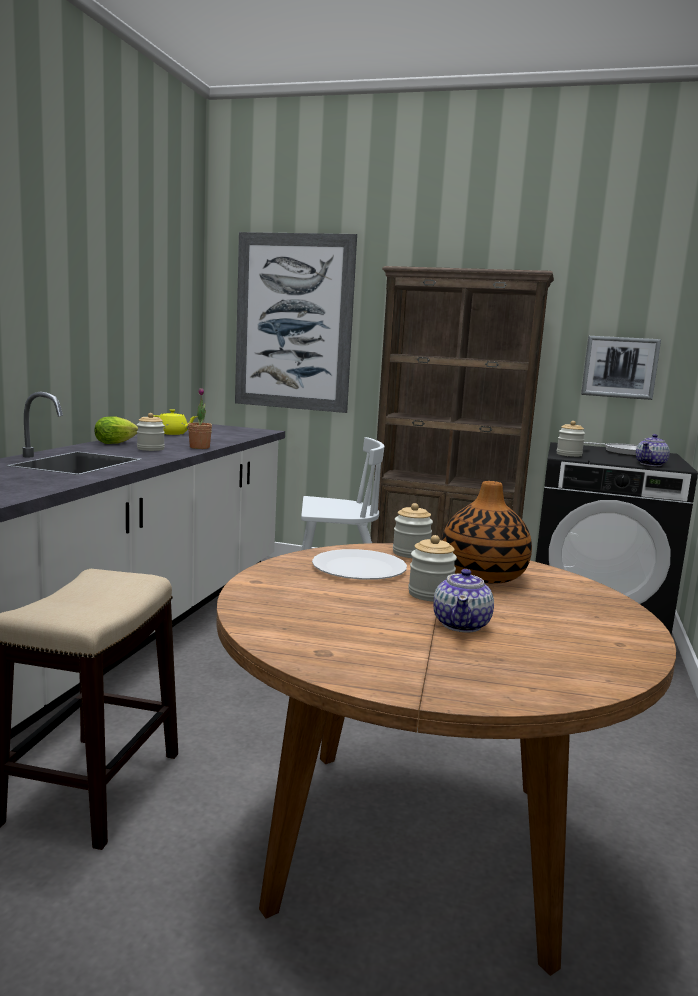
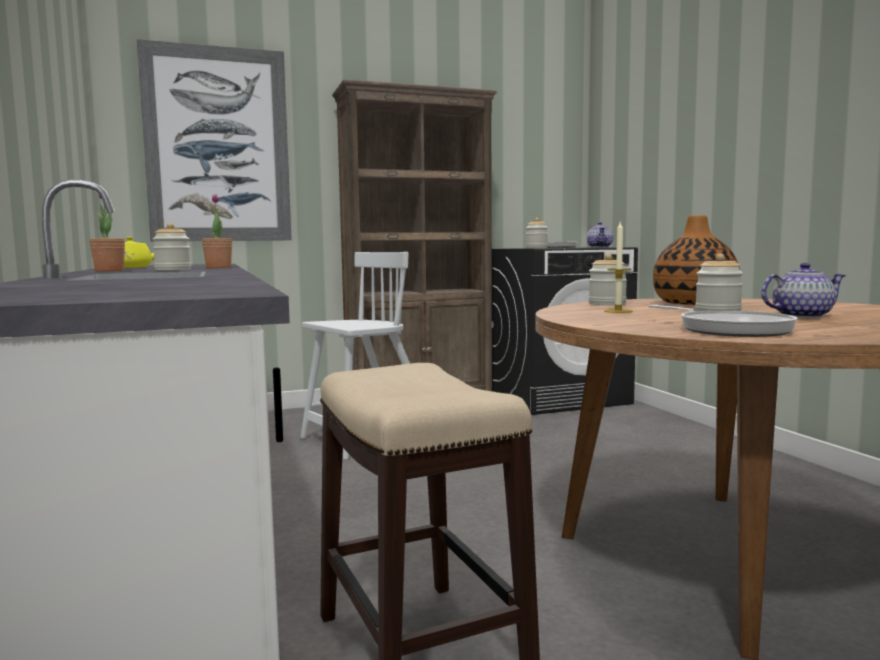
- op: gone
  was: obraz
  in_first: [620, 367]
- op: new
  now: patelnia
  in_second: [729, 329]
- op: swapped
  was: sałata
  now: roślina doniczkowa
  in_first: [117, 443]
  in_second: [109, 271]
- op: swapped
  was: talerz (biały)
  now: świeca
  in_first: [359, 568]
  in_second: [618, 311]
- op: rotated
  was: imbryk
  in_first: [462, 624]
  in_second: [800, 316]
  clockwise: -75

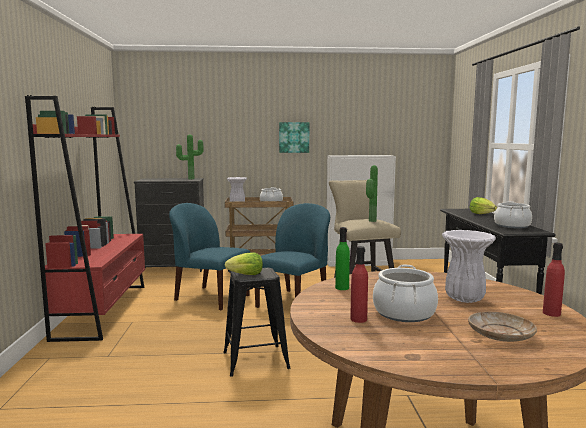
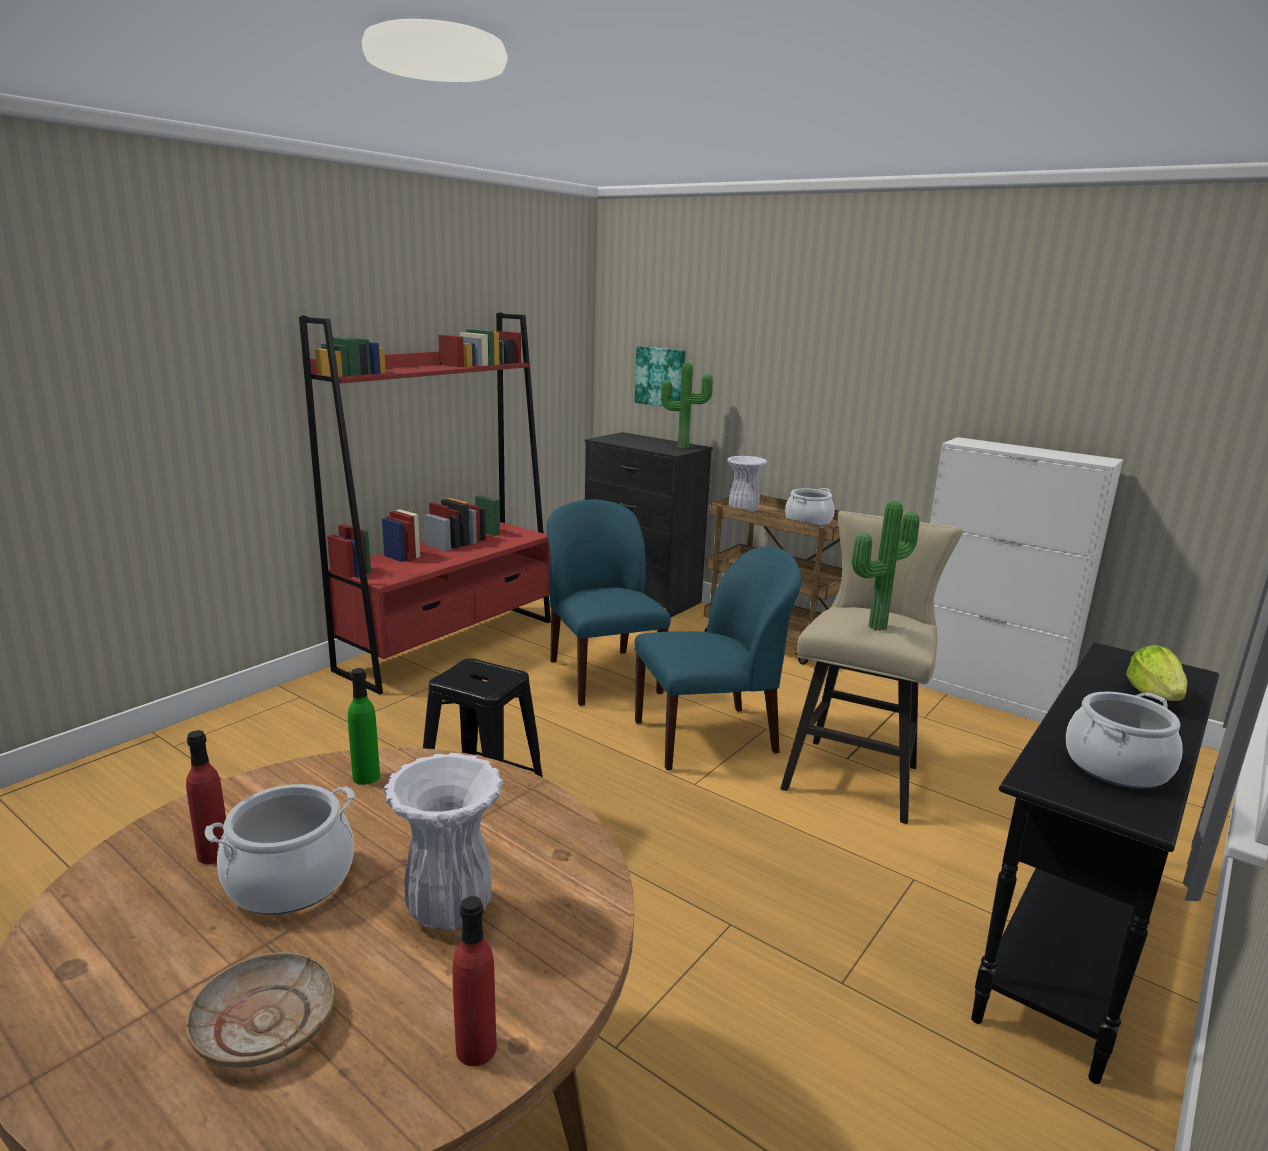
- op: gone
  was: sałata
  in_first: [246, 275]
- op: shifted
  was: obraz
  in_first: [294, 137]
  in_second: [661, 377]

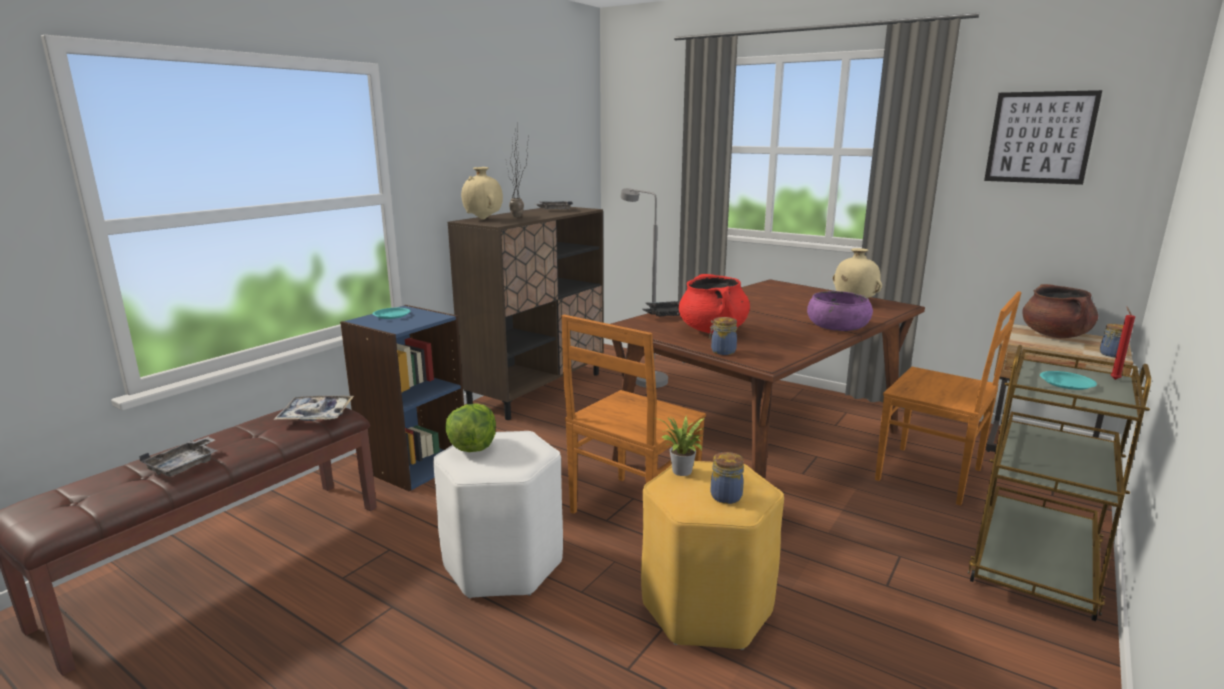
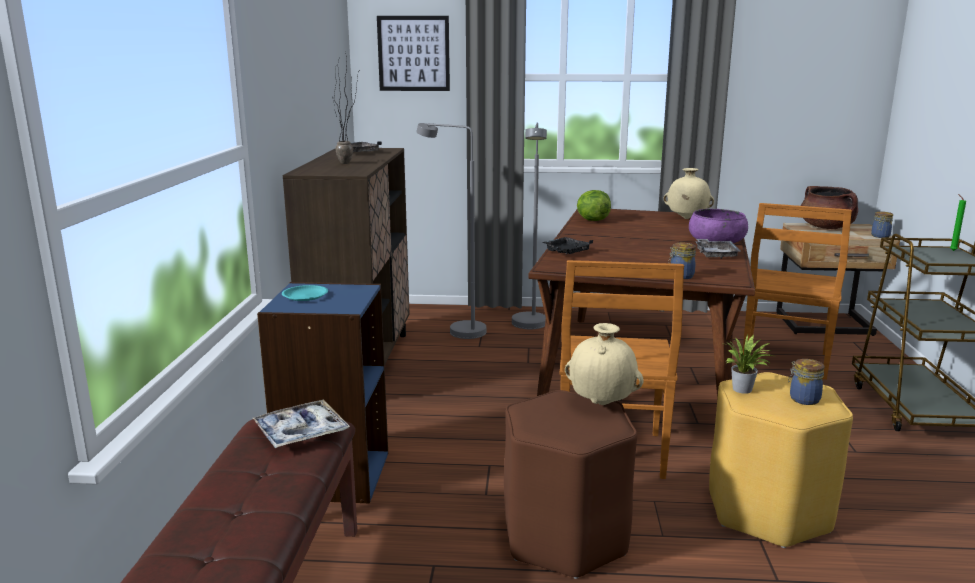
- op: gone
  was: garnek (czerwony)
  in_first: [713, 330]
- op: gone
  was: talerz (turkusowy)
  in_first: [1067, 383]
- op: new
  now: lampa stojąca (szary)
  in_second: [530, 327]
- op: shifted
  was: taca (szary)
  in_first: [185, 465]
  in_second: [715, 254]
- op: shifted
  was: sałata
  in_first: [472, 447]
  in_second: [592, 220]
- op: shifted
  was: wazon (beżowy)
  in_first: [483, 219]
  in_second: [602, 403]
- op: shifted
  was: obraz
  in_first: [1040, 137]
  in_second: [413, 53]
- op: repainted
  was: stołek (biały)
  now: stołek (brązowy)
  in_first: [504, 563]
  in_second: [565, 537]
- op: repainted
  was: świeca (czerwony)
  now: świeca (zielony)
  in_first: [1114, 379]
  in_second: [952, 250]
- op: rotated
  was: krzesło (brązowy)
  in_first: [932, 475]
  in_second: [784, 361]
  clockwise: 105

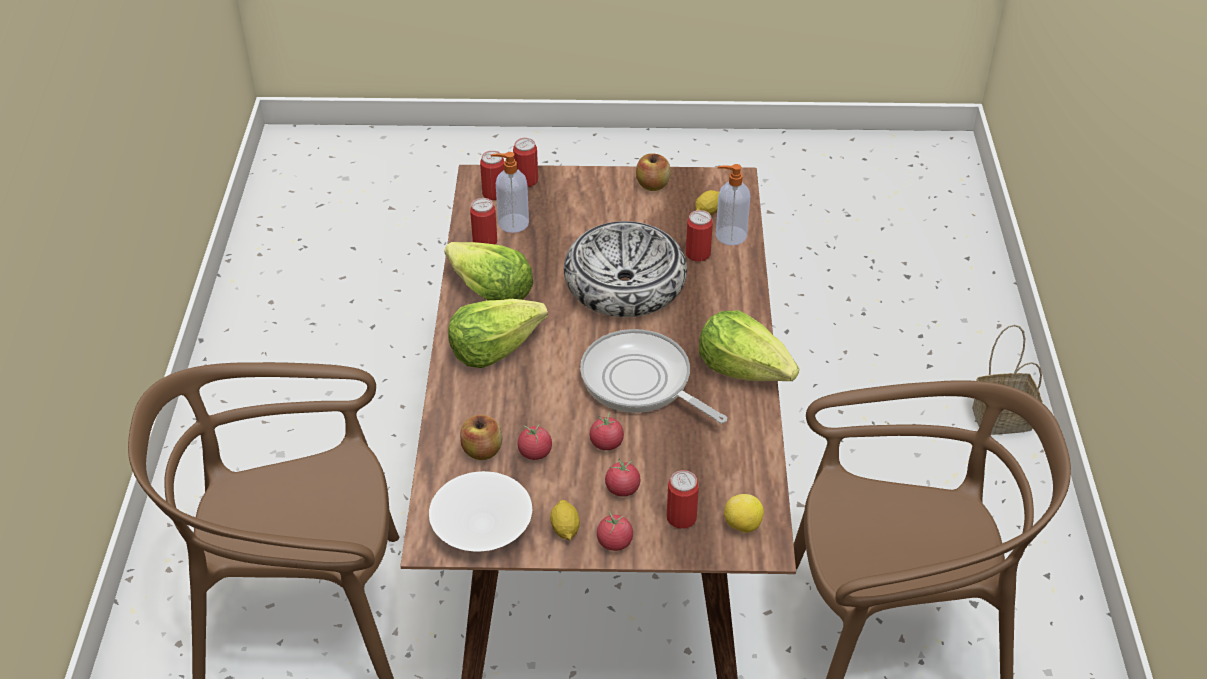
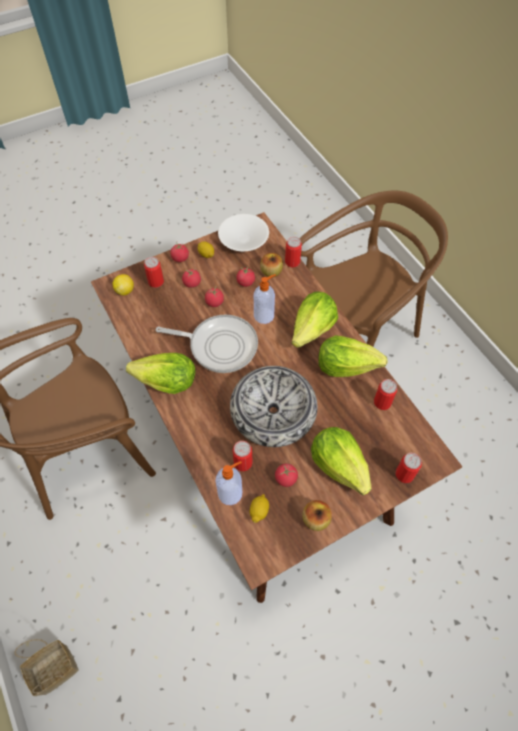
- op: new
  now: pomidor
  in_second: [286, 478]
- op: new
  now: sałata
  in_second: [340, 465]
- op: shifted
  was: puszka
  in_first: [494, 193]
  in_second: [292, 262]
- op: shifted
  was: dozownik mydła
  in_first: [512, 223]
  in_second: [264, 315]

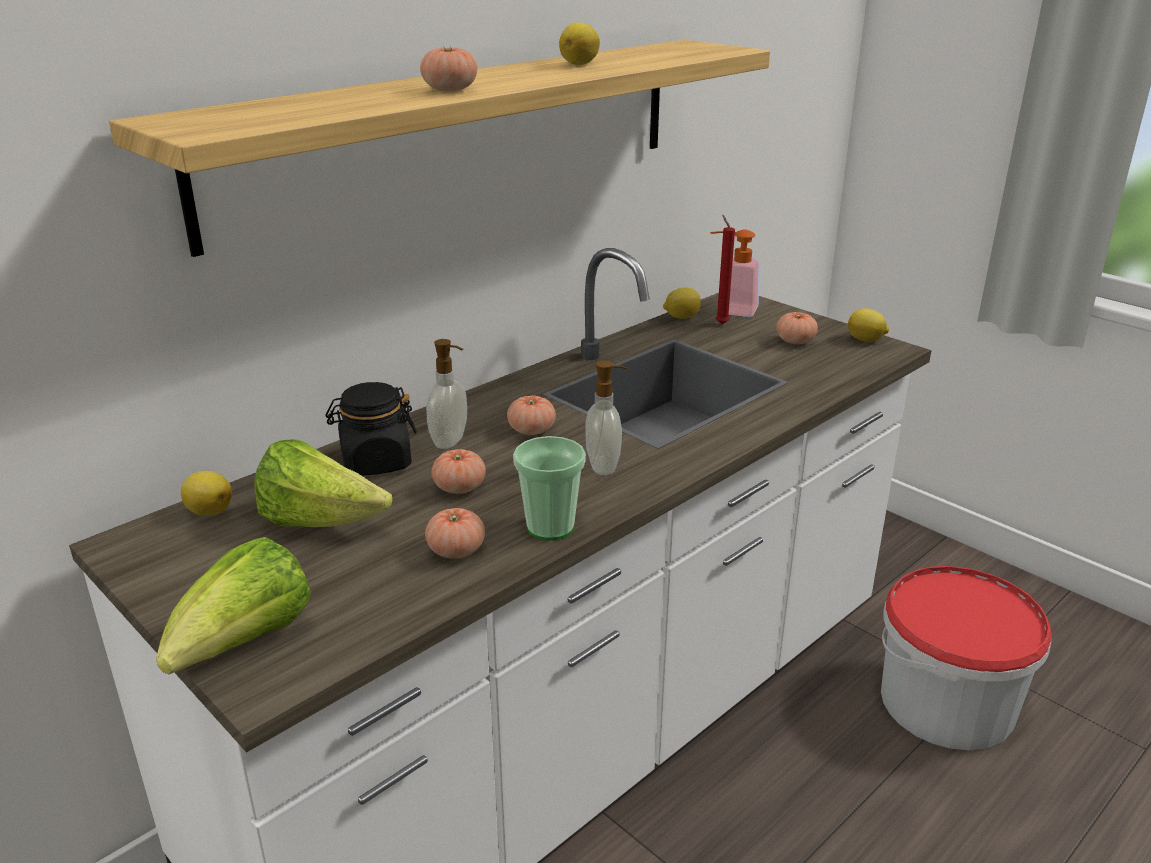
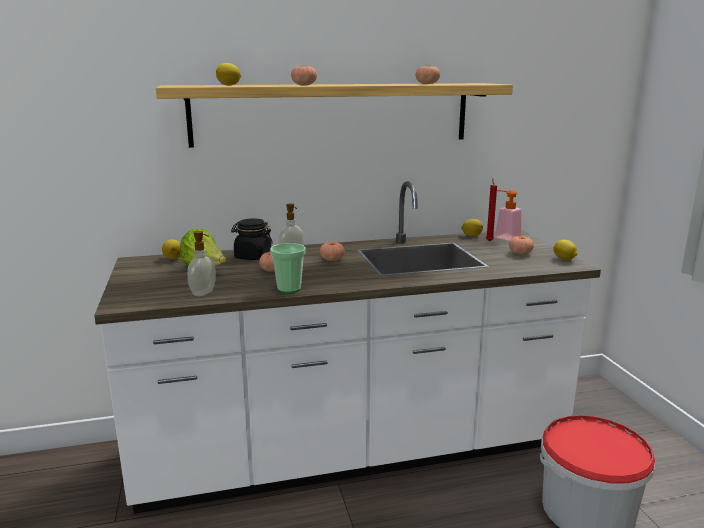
- op: gone
  was: sałata
  in_first: [245, 645]
- op: shifted
  was: pomidor
  in_first: [456, 550]
  in_second: [427, 83]
- op: shifted
  was: cytryna
  in_first: [580, 64]
  in_second: [229, 85]
- op: shifted
  was: dozownik mydła
  in_first: [604, 466]
  in_second: [204, 293]

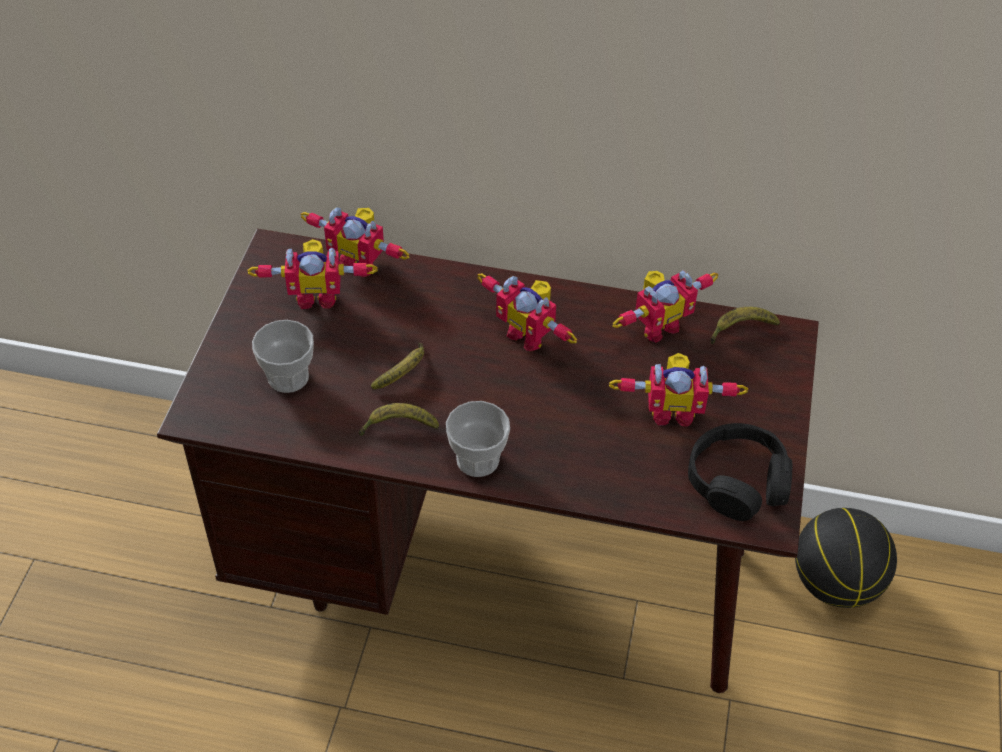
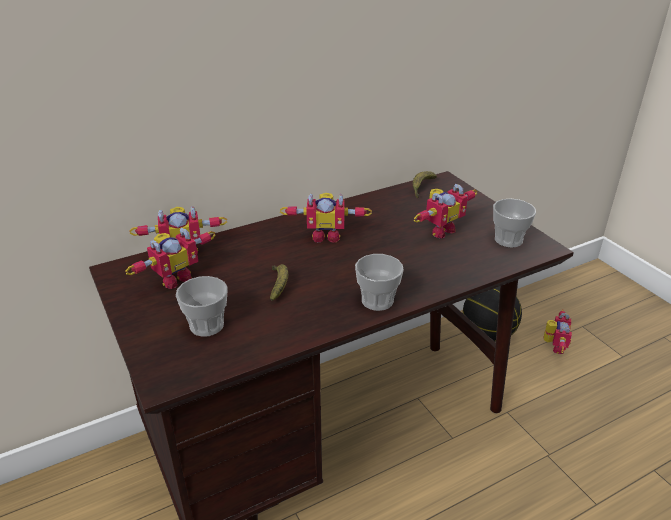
- op: gone
  was: banan
  in_first: [398, 426]
- op: shifted
  was: robot zabawkowy
  in_first: [657, 325]
  in_second: [553, 346]
- op: swapped
  was: słuchawki (czarny)
  now: filiżanka
  in_first: [738, 481]
  in_second: [508, 240]

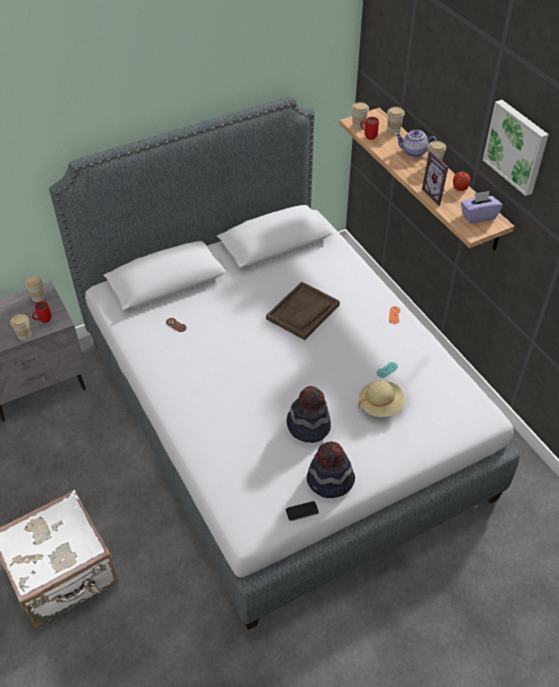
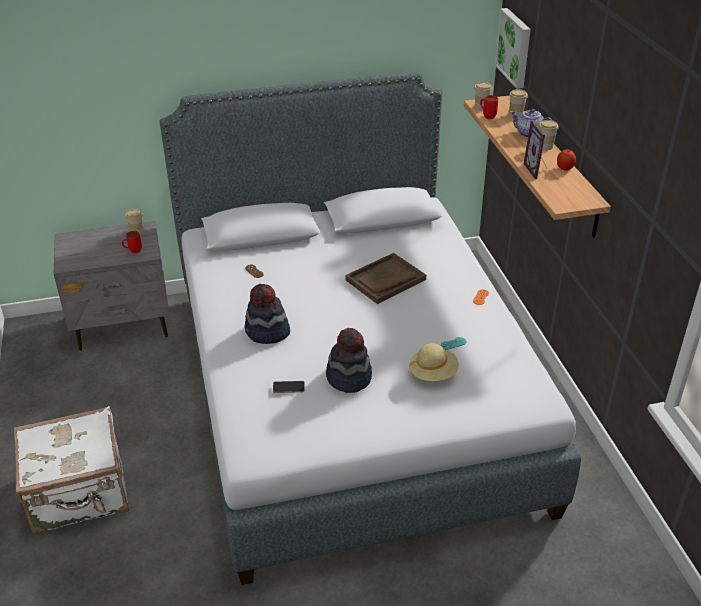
- op: gone
  was: filiżanka
  in_first: [24, 335]
- op: gone
  was: pudełko chusteczek (fioletowy)
  in_first: [478, 216]
- op: shifted
  was: telefon
  in_first: [302, 511]
  in_second: [288, 387]
- op: shifted
  was: kapelusz
  in_first: [330, 481]
  in_second: [267, 332]
- op: shifted
  was: obraz
  in_first: [517, 146]
  in_second: [515, 47]

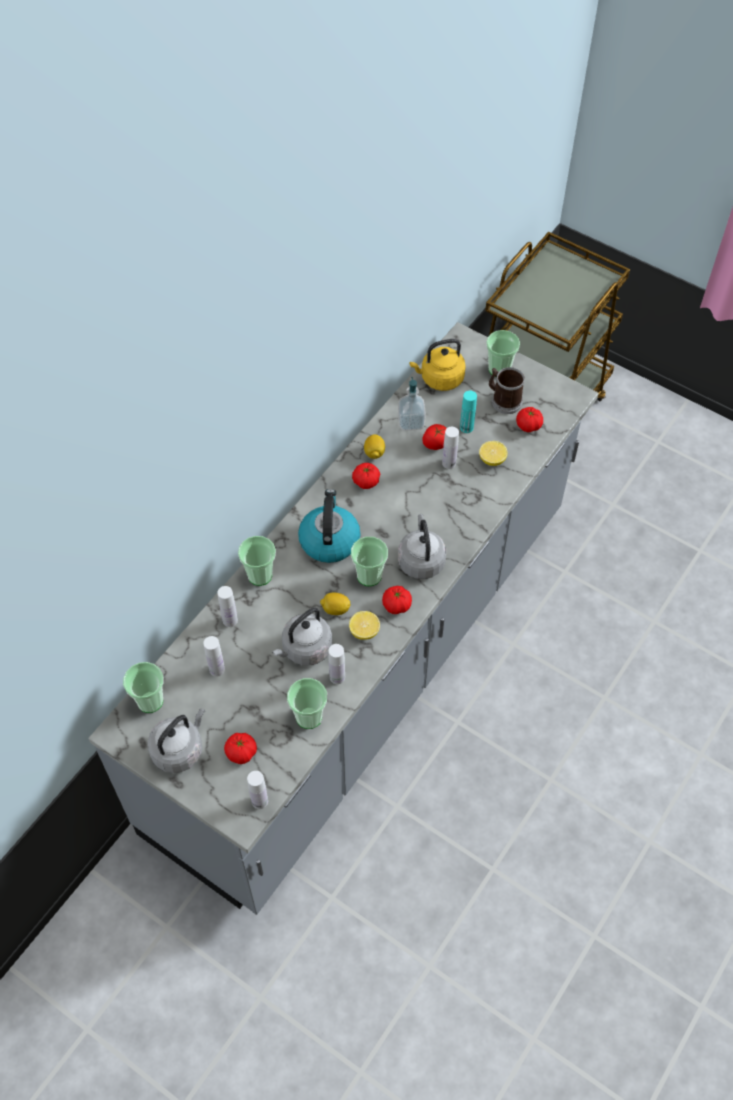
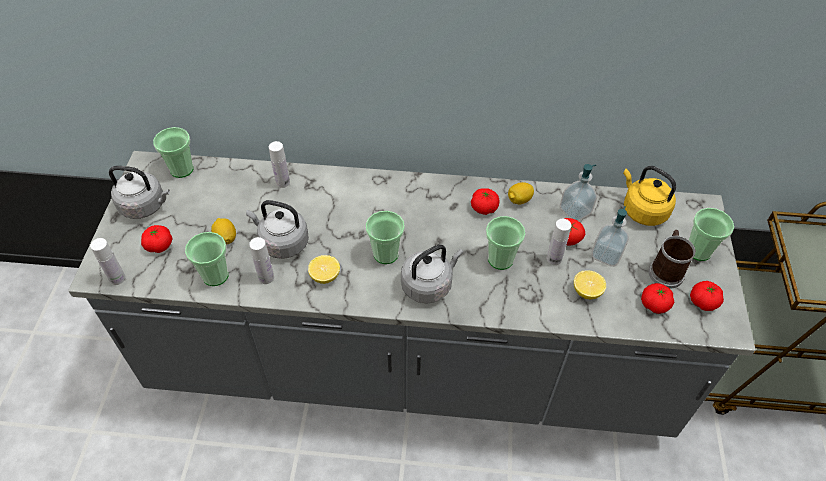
- op: gone
  was: butelka (biały)
  in_first: [217, 669]
- op: gone
  was: czajnik
  in_first: [329, 540]
- op: shifted
  was: filiżanka
  in_first: [260, 575]
  in_second: [500, 259]
- op: shifted
  was: cytryna
  in_first: [335, 609]
  in_second: [226, 238]
- op: shifted
  was: pomidor
  in_first: [396, 605]
  in_second: [703, 302]
- op: swapped
  was: butelka (turkusowy)
  now: dozownik mydła
  in_first: [466, 427]
  in_second: [606, 255]

